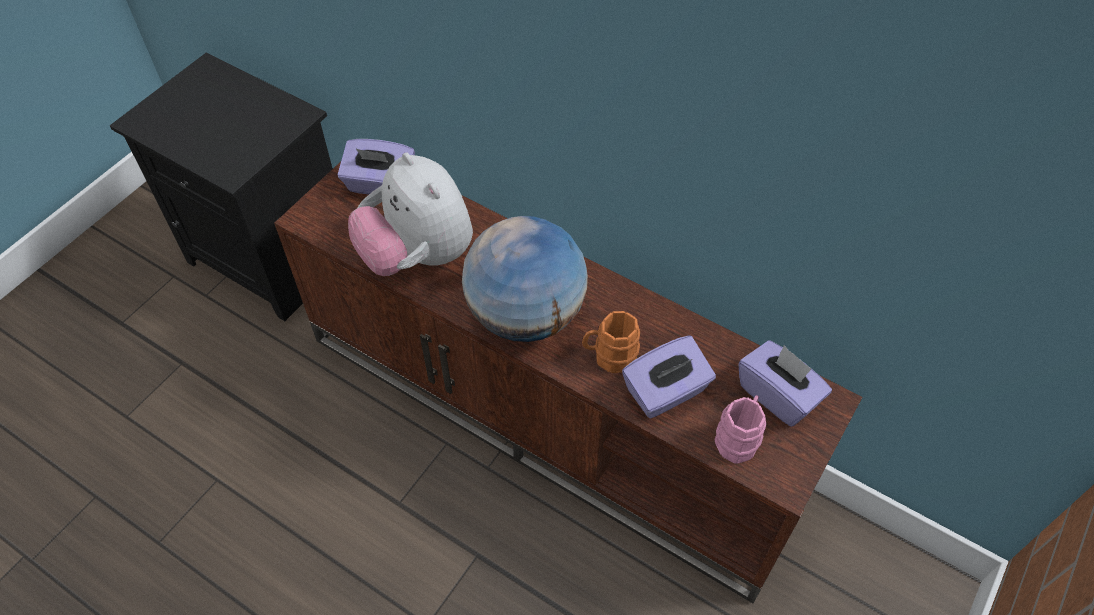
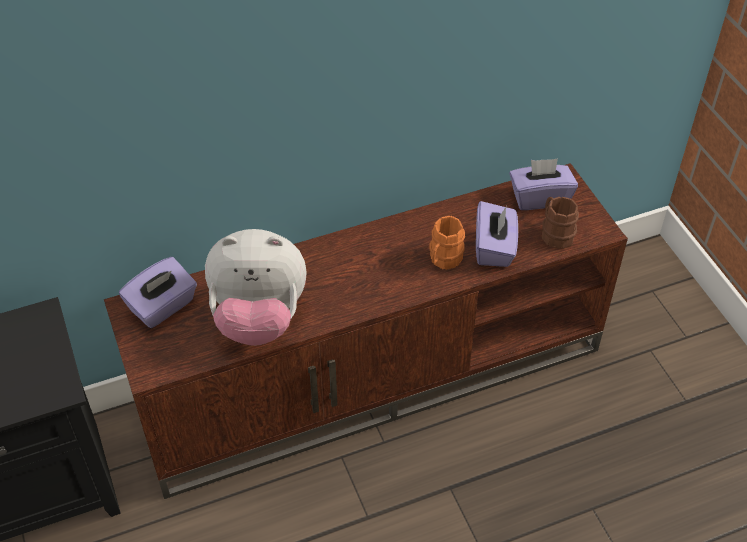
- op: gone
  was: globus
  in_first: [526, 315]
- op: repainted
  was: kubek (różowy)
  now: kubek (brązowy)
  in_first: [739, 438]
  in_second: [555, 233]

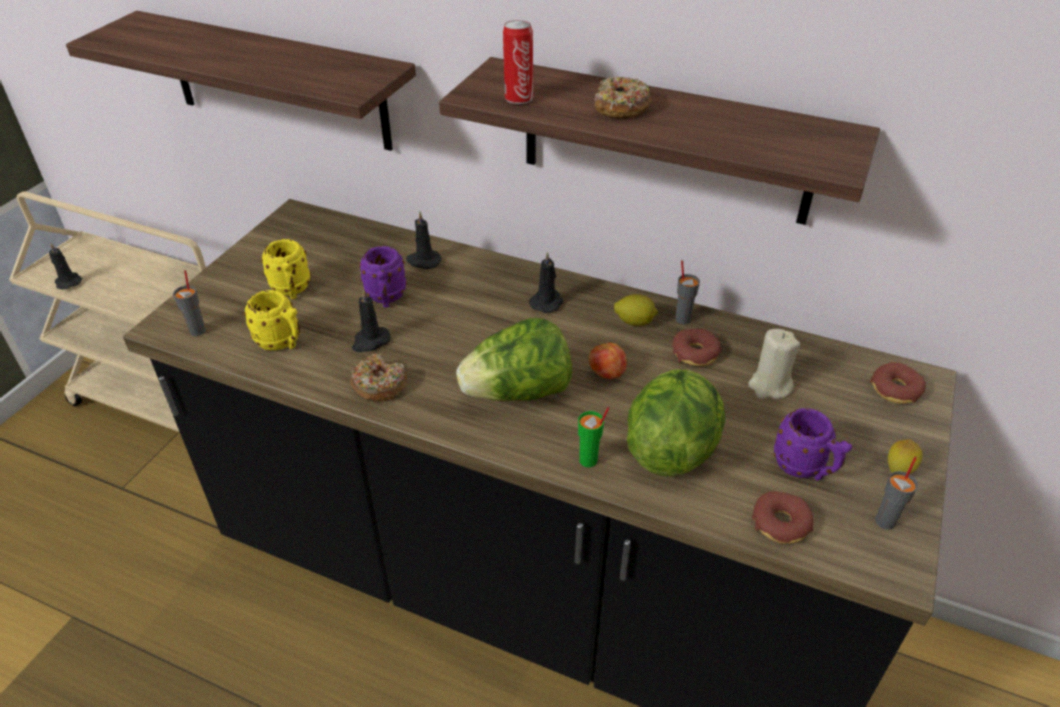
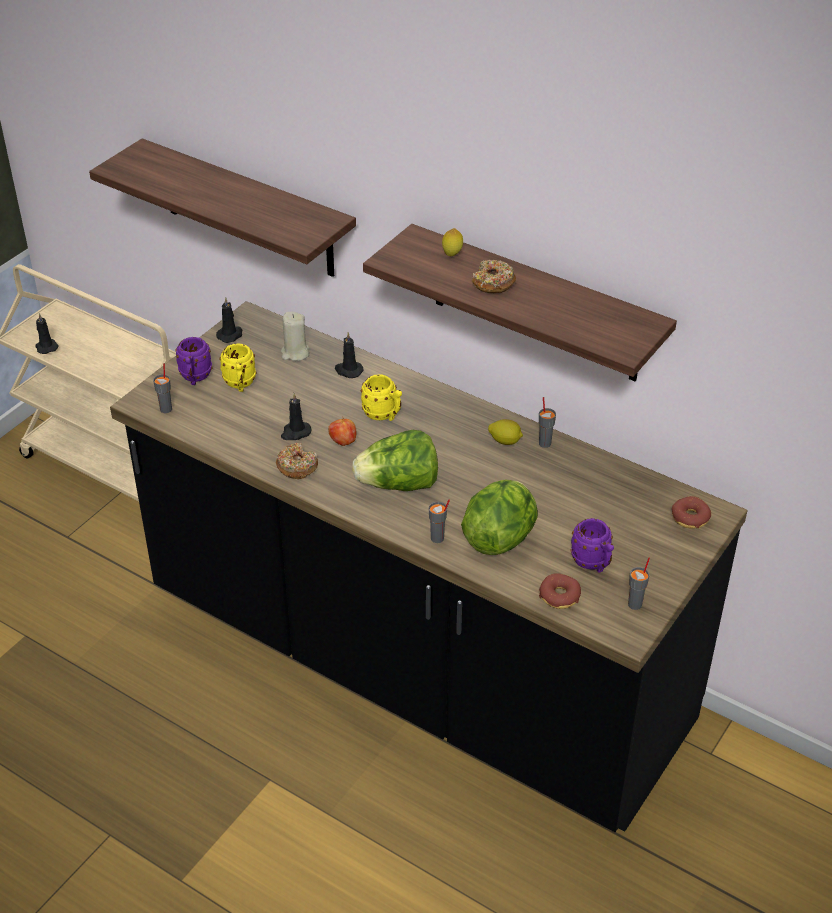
- op: gone
  was: puszka
  in_first: [518, 98]
- op: gone
  was: donut
  in_first: [695, 353]
- op: shifted
  was: kubek (żółty)
  in_first: [282, 343]
  in_second: [383, 415]
- op: shifted
  was: kubek (fioletowy)
  in_first: [386, 298]
  in_second: [195, 378]
- op: shifted
  was: świeca (czarny)
  in_first: [547, 302]
  in_second: [230, 335]
- op: shifted
  was: jabłko
  in_first: [606, 374]
  in_second: [343, 442]
- op: shifted
  was: świeca (beżowy)
  in_first: [769, 386]
  in_second: [295, 353]
- op: shifted
  was: cytryna
  in_first: [898, 471]
  in_second: [452, 255]
- op: repainted
  was: filiżanka (zielony)
  now: filiżanka (szary)
  in_first: [588, 460]
  in_second: [437, 538]

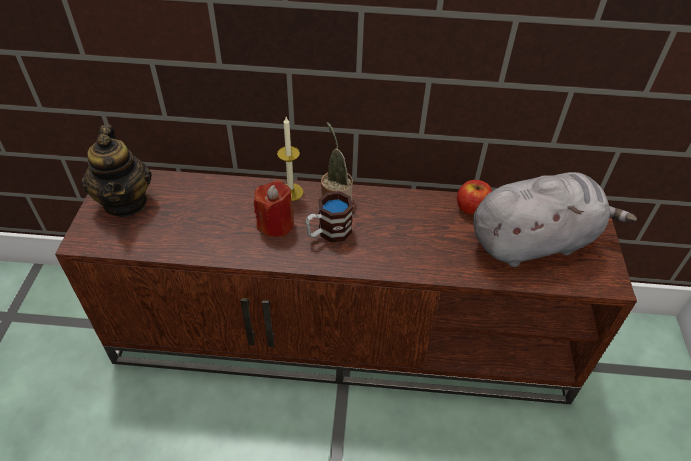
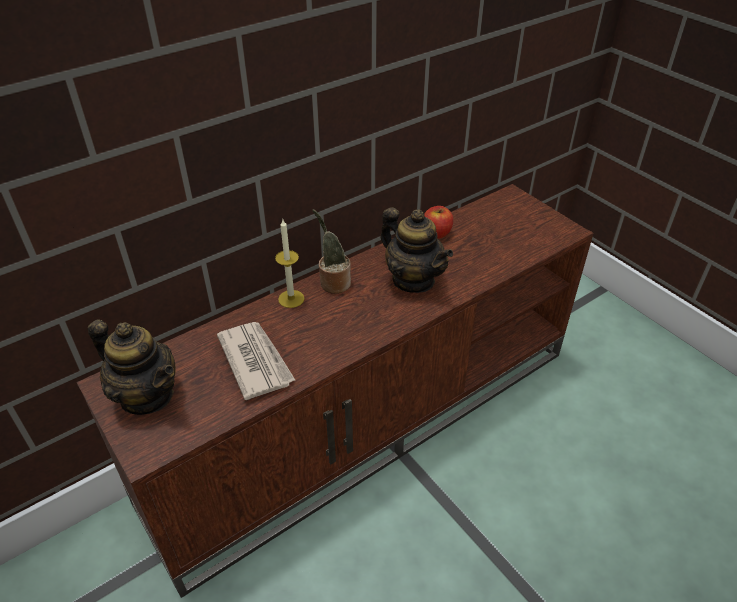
- op: gone
  was: świeca (czerwony)
  in_first: [275, 224]
- op: gone
  was: kubek
  in_first: [328, 232]
- op: gone
  was: pluszak (szary)
  in_first: [535, 241]
- op: new
  now: gazeta
  in_second: [255, 361]
- op: new
  now: imbryk
  in_second: [413, 280]

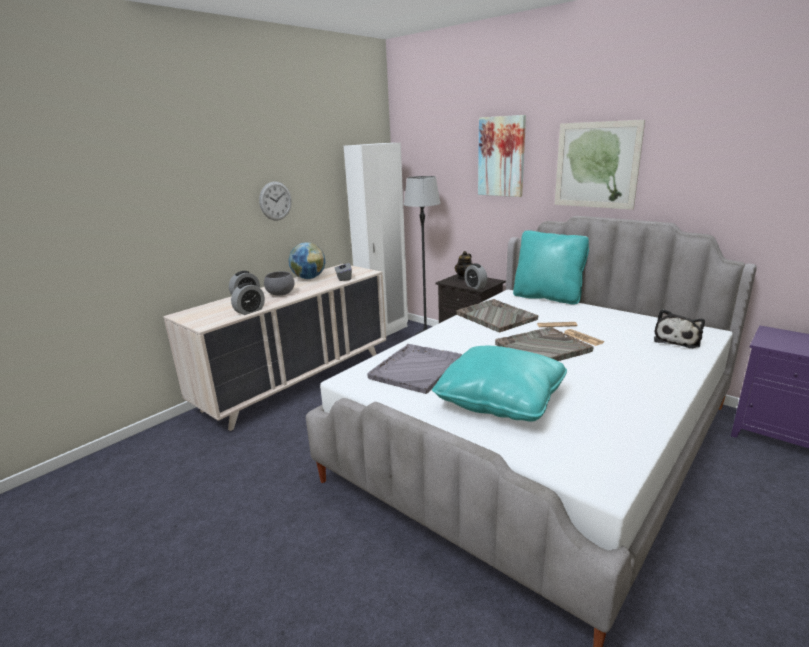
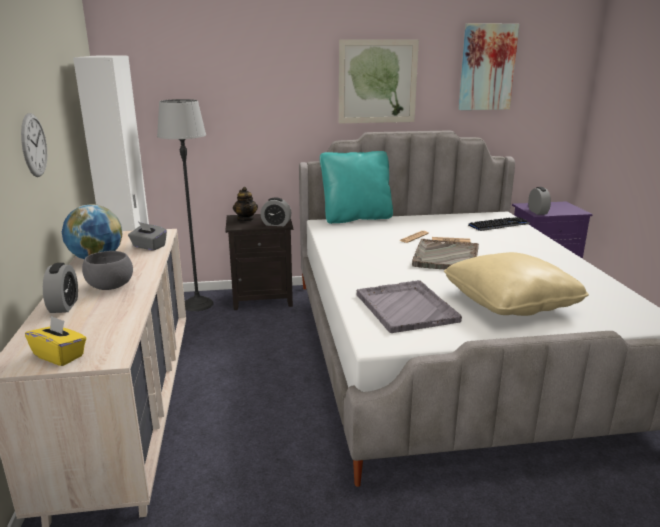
- op: gone
  was: taca (szary)
  in_first: [495, 316]
- op: new
  now: pudełko chusteczek (żółty)
  in_second: [60, 356]
- op: shifted
  was: budzik
  in_first: [250, 311]
  in_second: [537, 212]
- op: shifted
  was: obraz
  in_first: [501, 156]
  in_second: [487, 67]
- op: swapped
  was: pluszak
  now: klawiatura
  in_first: [677, 340]
  in_second: [499, 225]
- op: repainted
  was: poduszka (turkusowy)
  now: poduszka (beżowy)
  in_first: [500, 399]
  in_second: [510, 302]

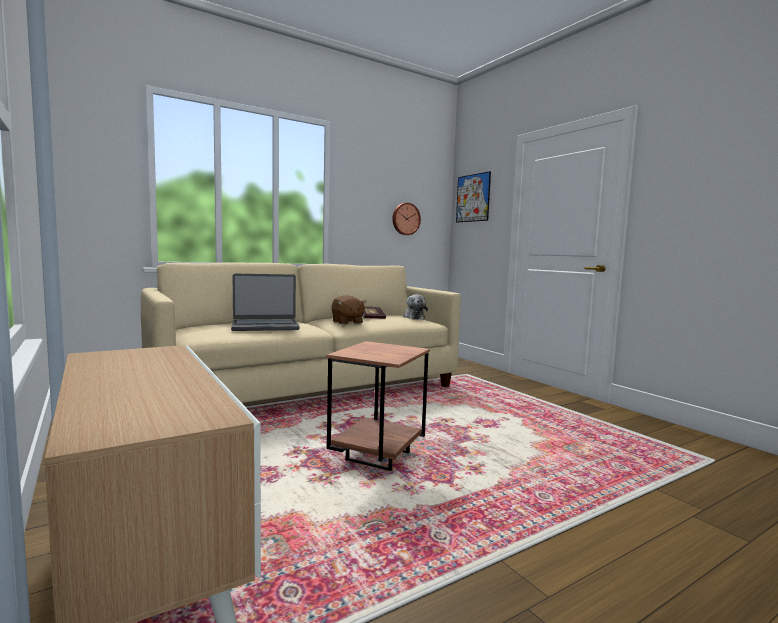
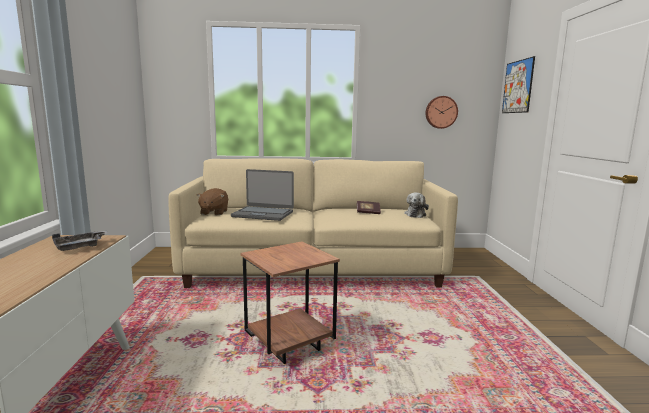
- op: new
  now: taca (szary)
  in_second: [80, 247]
- op: shifted
  was: pluszak (brązowy)
  in_first: [347, 322]
  in_second: [213, 212]

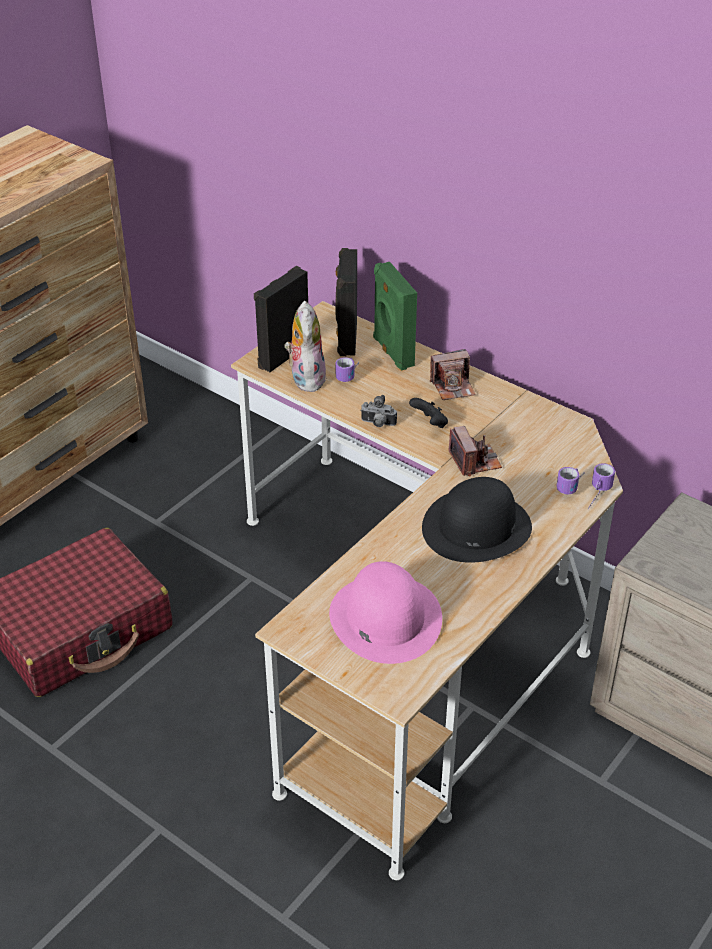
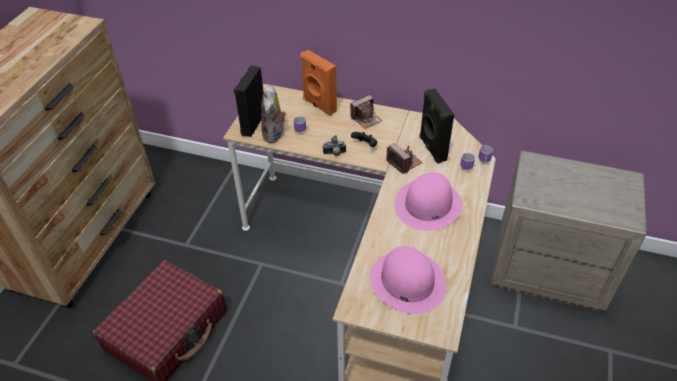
- op: shifted
  was: głośnik (czarny)
  in_first: [346, 338]
  in_second: [431, 149]
- op: repainted
  was: głośnik (zielony)
  now: głośnik (pomarańczowy)
  in_first: [392, 352]
  in_second: [318, 106]
- op: repainted
  was: kapelusz (czarny)
  now: kapelusz (różowy)
  in_first: [476, 527]
  in_second: [428, 205]
- op: rotated
  was: pluszak
  in_first: [305, 378]
  in_second: [275, 135]
  clockwise: -150

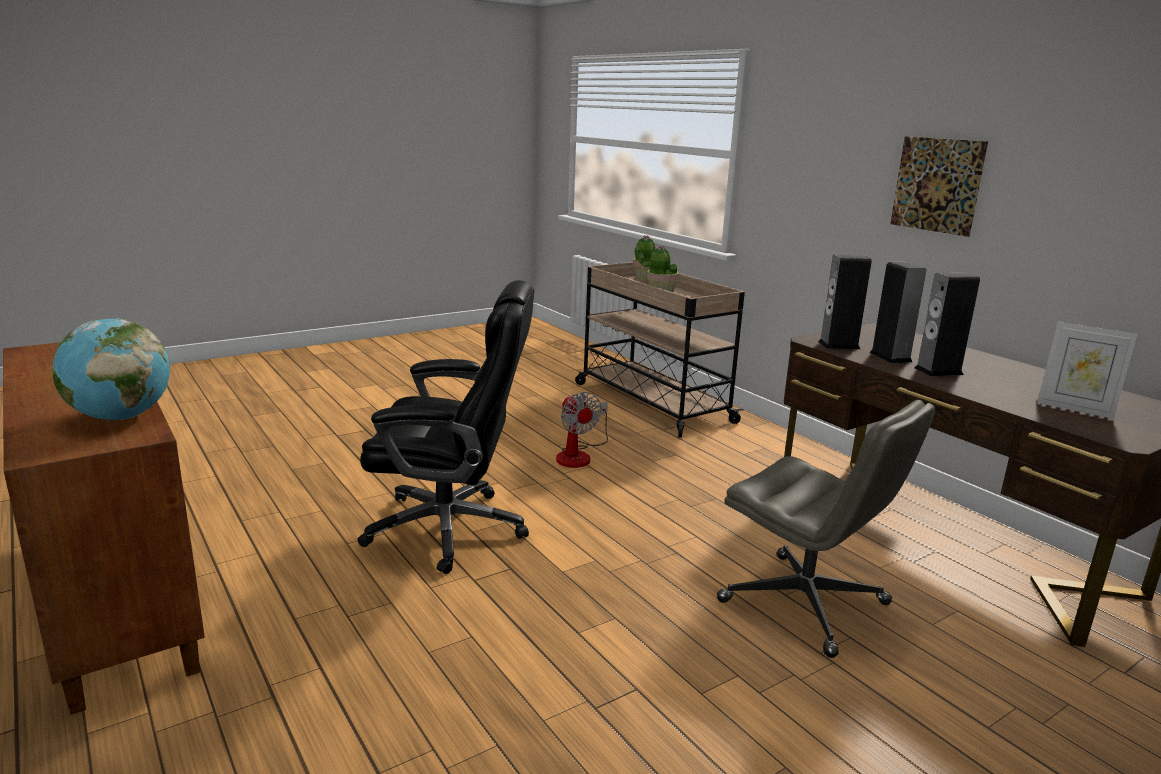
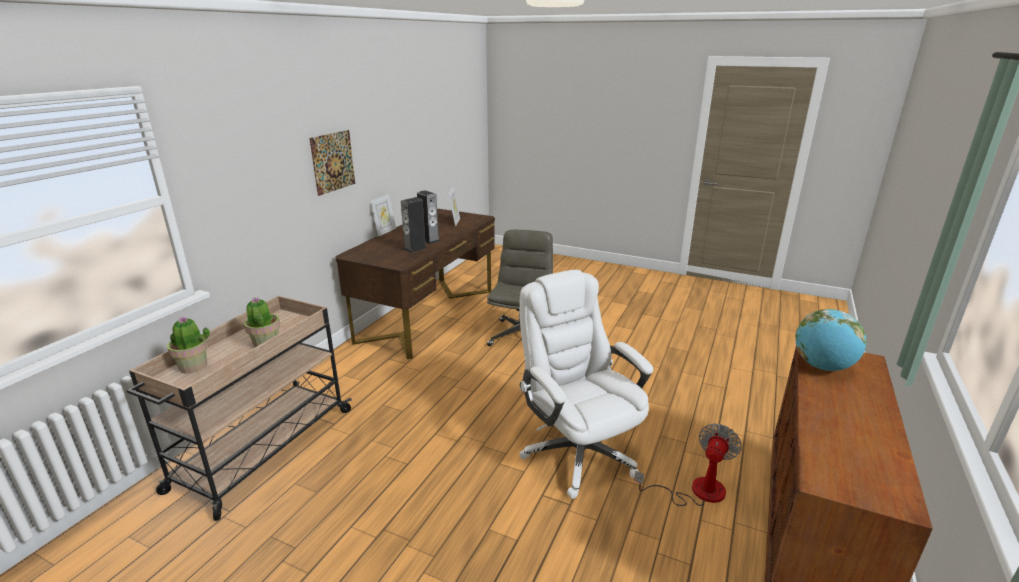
- op: gone
  was: głośnik
  in_first: [838, 345]
- op: new
  now: ramka na zdjęcie
  in_second: [385, 232]
- op: shifted
  was: wentylator
  in_first: [579, 455]
  in_second: [696, 491]
- op: repainted
  was: krzesło biurowe (czarny)
  now: krzesło biurowe (biały)
  in_first: [450, 529]
  in_second: [578, 452]

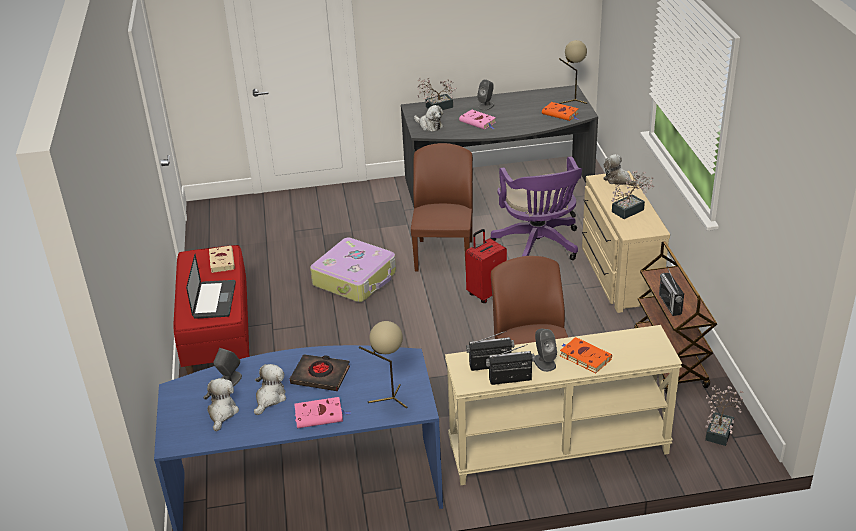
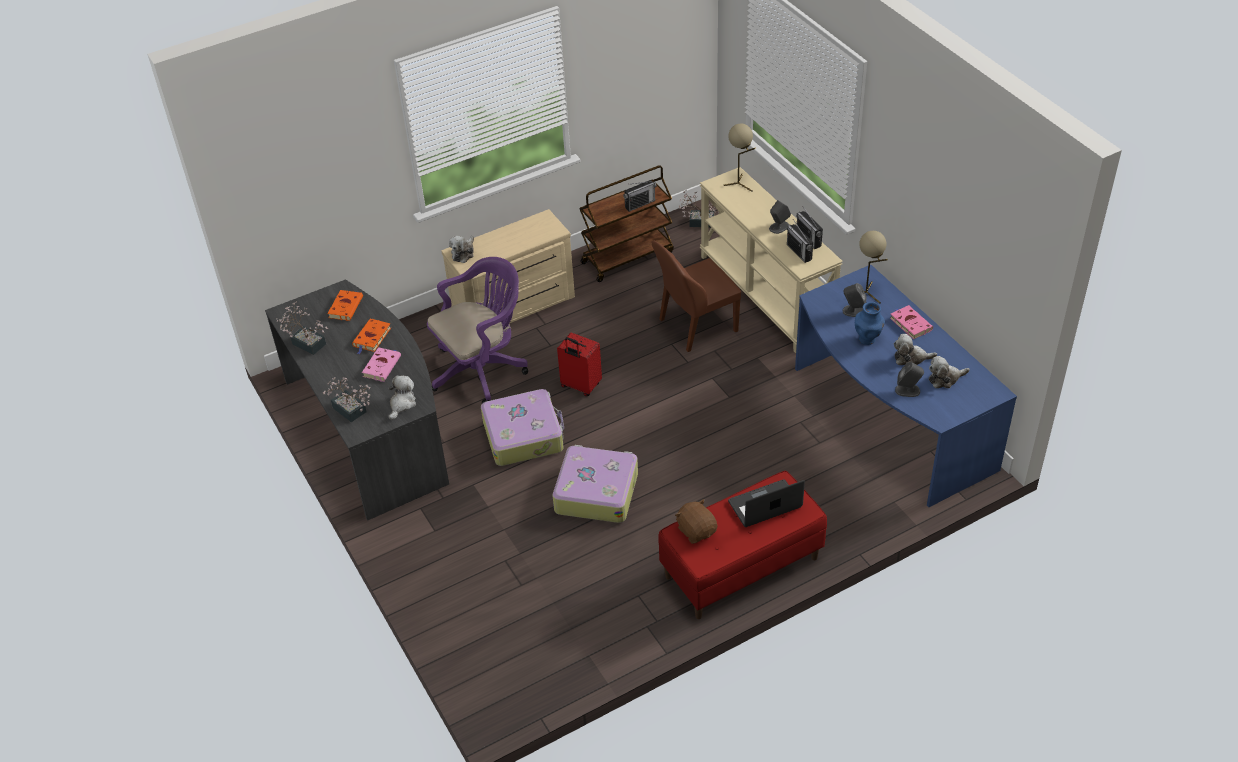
- op: shifted
  was: głośnik (szary)
  in_first: [486, 106]
  in_second: [853, 311]
- op: shifted
  was: lampa stołowa (beżowy)
  in_first: [573, 101]
  in_second: [740, 184]
- op: shifted
  was: książka (pomarańczowy)
  in_first: [584, 357]
  in_second: [371, 338]
- op: shifted
  was: roślina doniczkowa
  in_first: [630, 209]
  in_second: [306, 342]
- op: swapped
  was: książka (beżowy)
  now: pluszak (brązowy)
  in_first: [221, 261]
  in_second: [696, 530]
- op: swapped
  was: książka (czarny)
  now: wazon (niebieski)
  in_first: [320, 376]
  in_second: [867, 339]
- op: swapped
  was: krzesło (brązowy)
  now: walizka
  in_first: [444, 254]
  in_second: [524, 435]

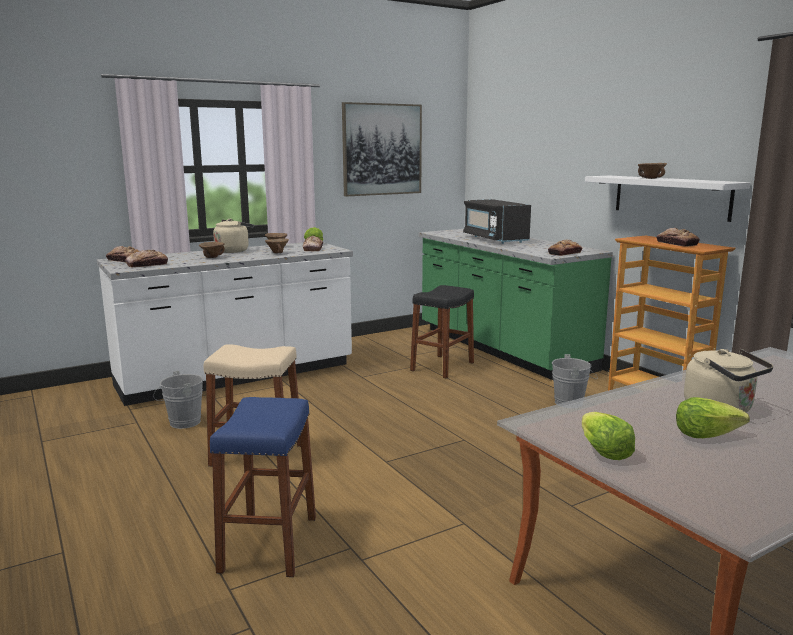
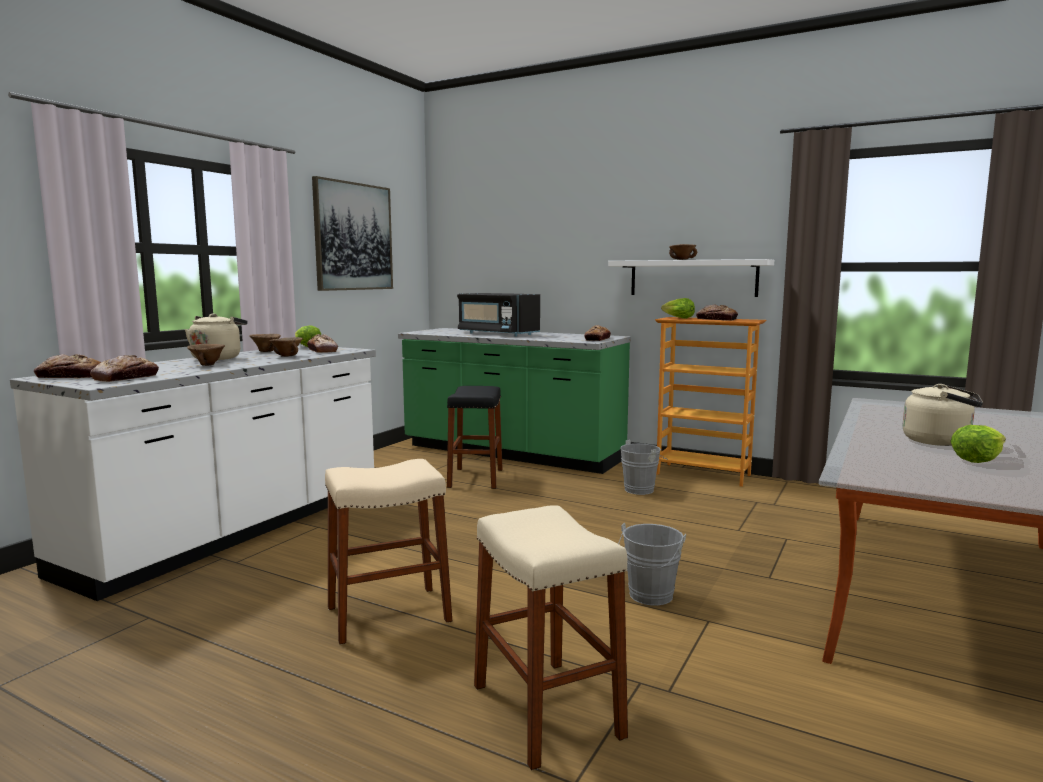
- op: shifted
  was: wiadro (szary)
  in_first: [181, 423]
  in_second: [649, 597]
- op: shifted
  was: sałata
  in_first: [603, 451]
  in_second: [677, 318]
- op: repainted
  was: stołek (niebieski)
  now: stołek (beżowy)
  in_first: [269, 543]
  in_second: [546, 710]

